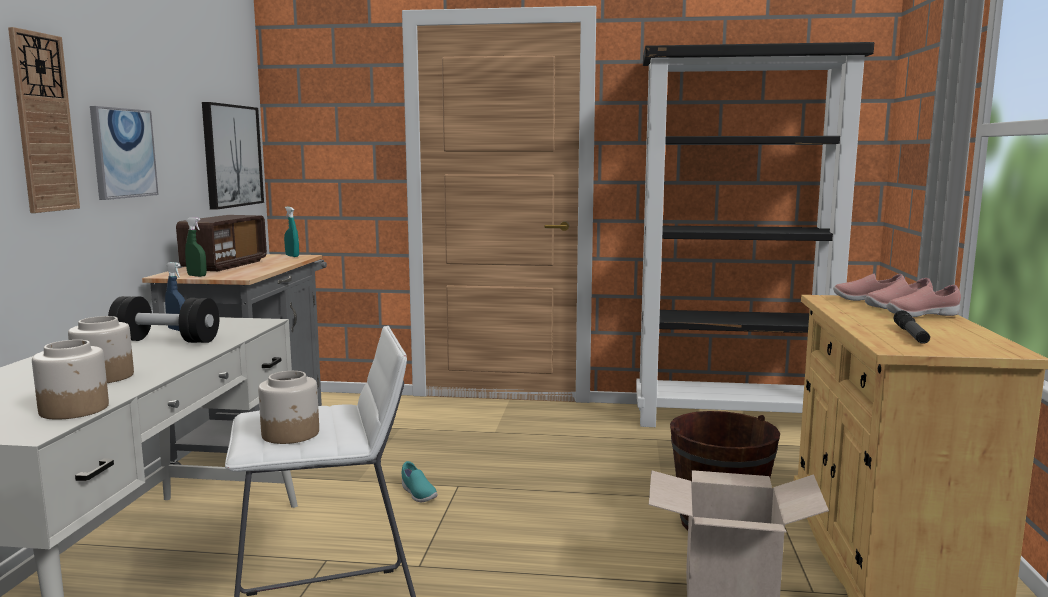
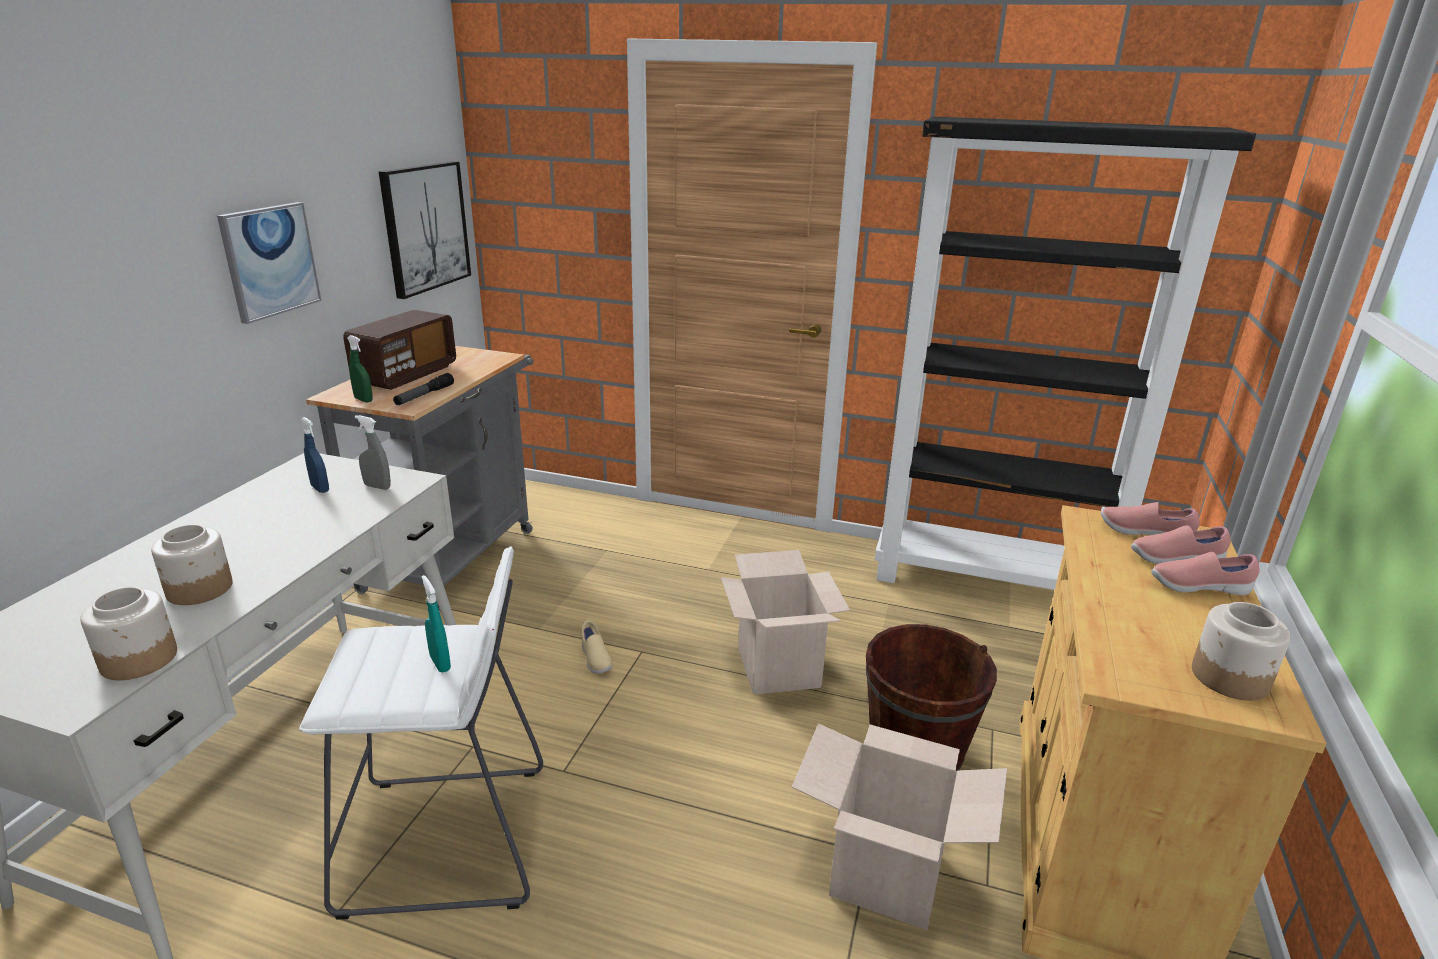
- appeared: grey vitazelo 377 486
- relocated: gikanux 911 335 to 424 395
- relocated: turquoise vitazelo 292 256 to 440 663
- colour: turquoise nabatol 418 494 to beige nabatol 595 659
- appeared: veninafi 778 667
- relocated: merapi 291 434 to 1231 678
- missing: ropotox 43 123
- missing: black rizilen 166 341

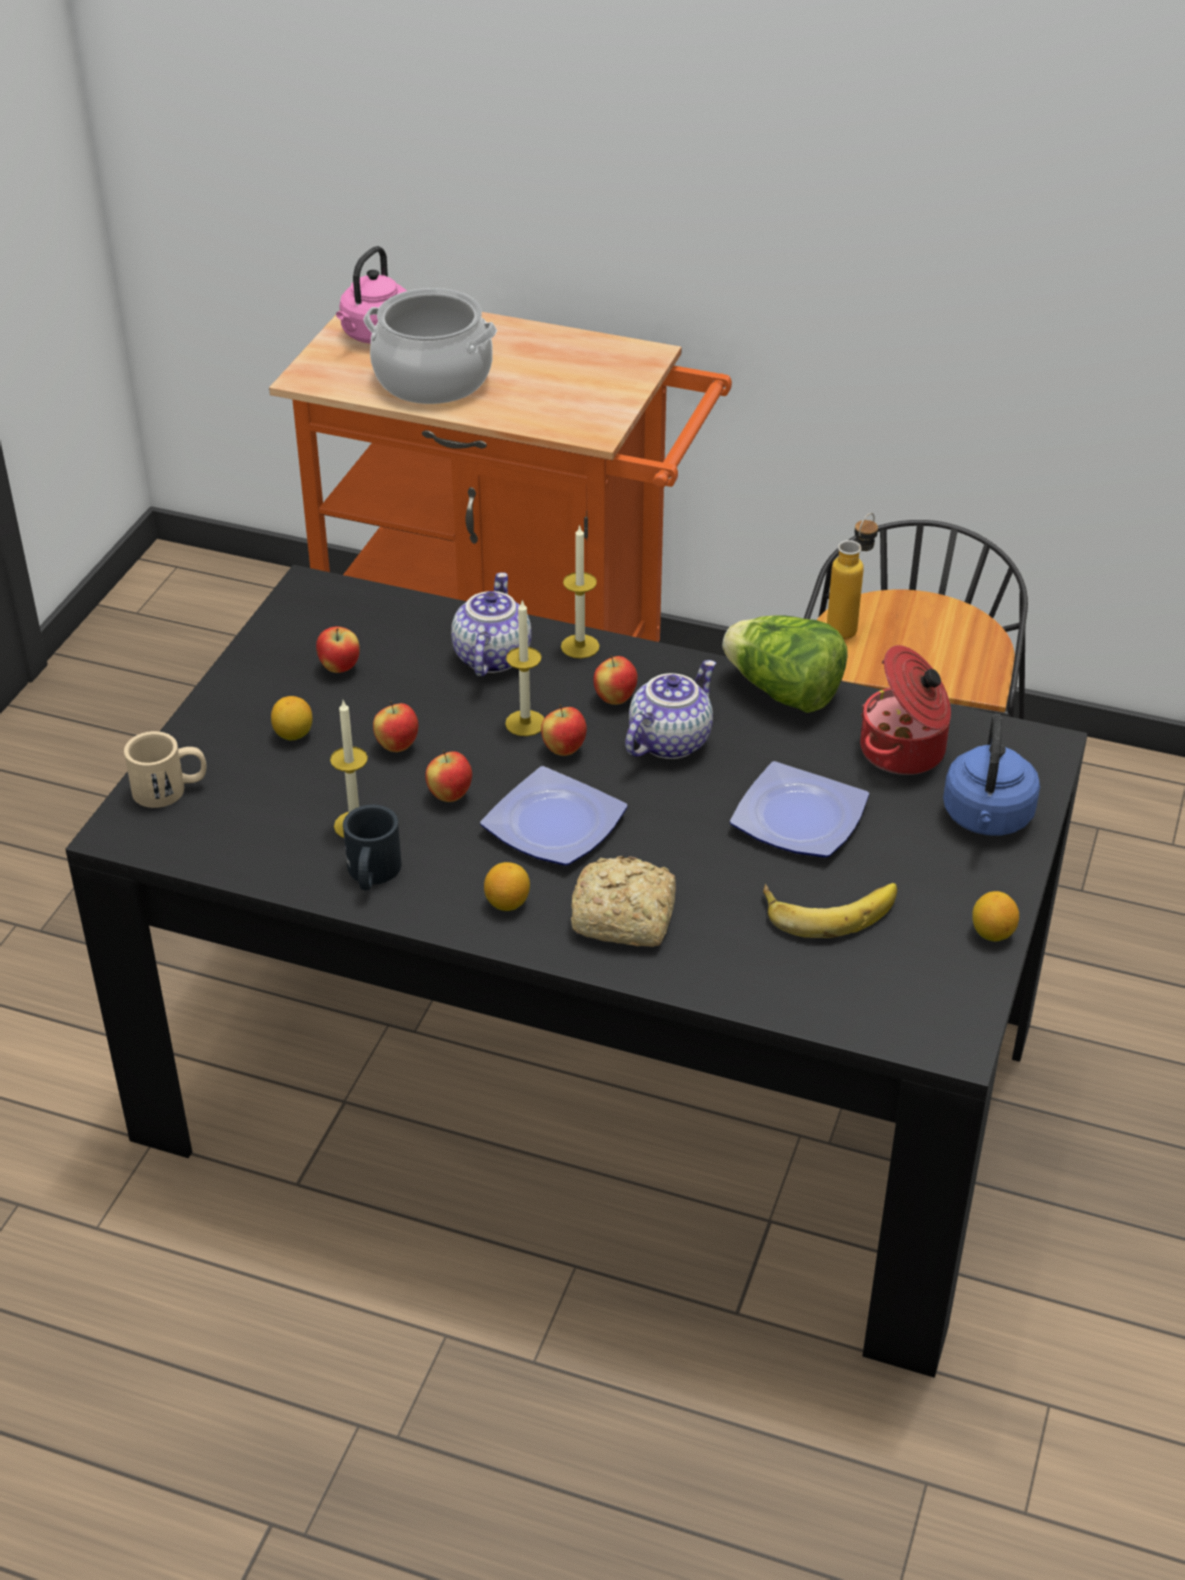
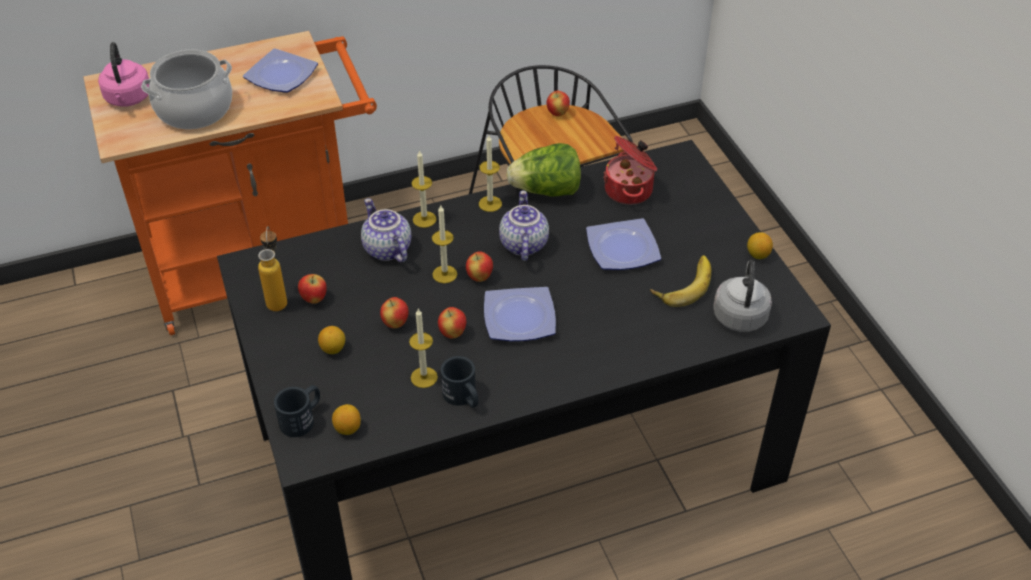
- appeared: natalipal 281 76
- relocated: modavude 848 625 to 278 298
- colour: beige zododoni 170 789 to black zododoni 302 418
- relocated: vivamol 507 903 to 347 428
- appeared: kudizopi 490 204
- relocated: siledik 615 699 to 557 113
- appeared: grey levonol 740 314
- missing: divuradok 626 918
- missing: blue levonol 987 819

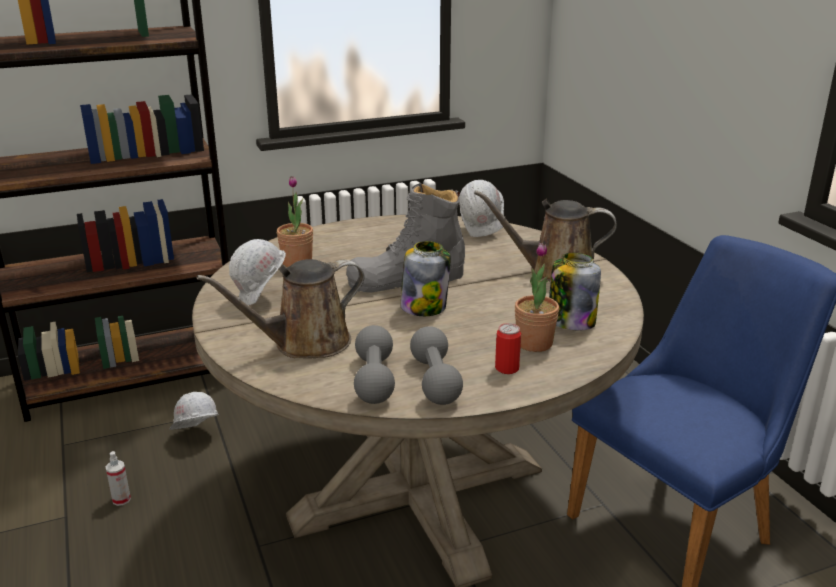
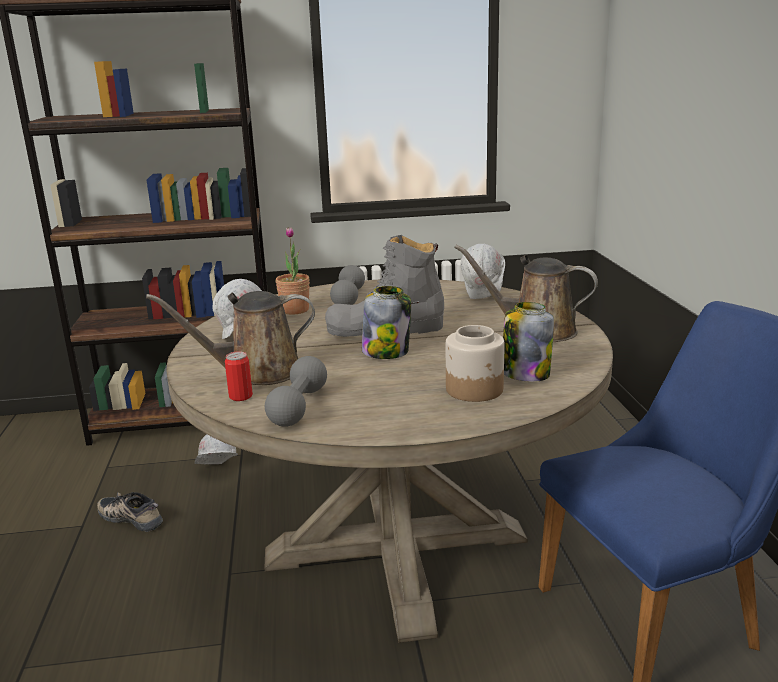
- exchanged: vitazelo 121 499 to nabatol 132 517
- relocated: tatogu 507 368 to 240 396
- relocated: grey rizilen 435 380 to 348 298
- exchanged: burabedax 534 343 to merapi 475 390

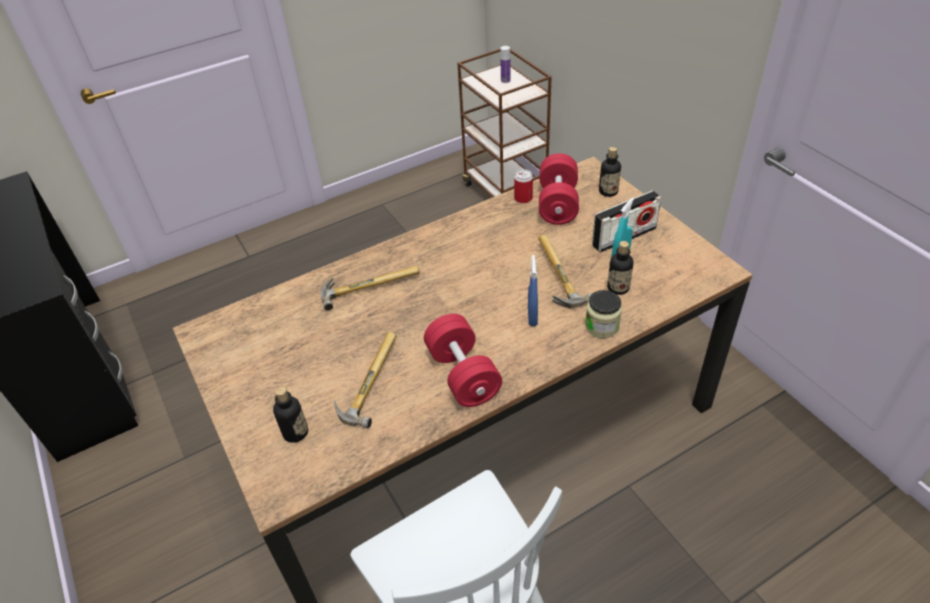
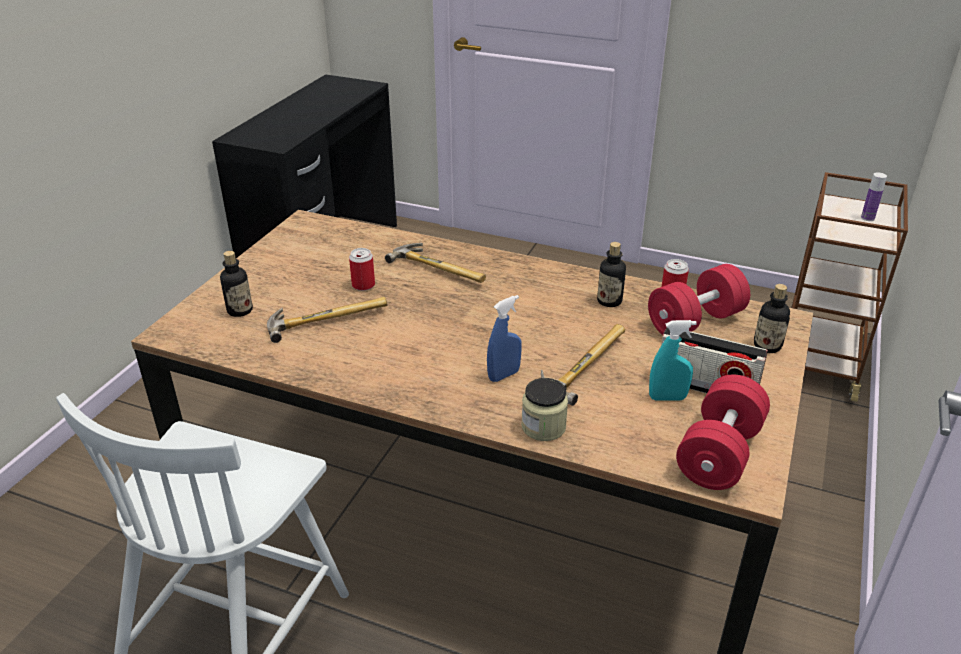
- appeared: tatogu 363 285
- relocated: modavude 618 288 to 609 301
- relocated: red rizilen 463 375 to 719 453

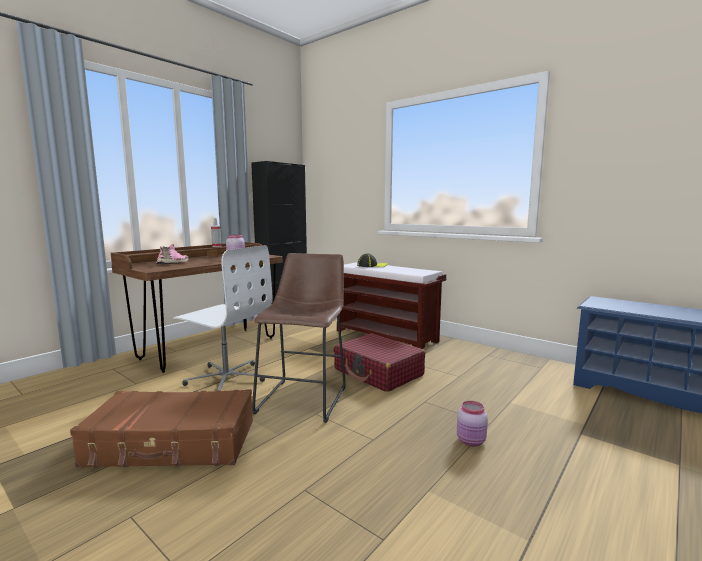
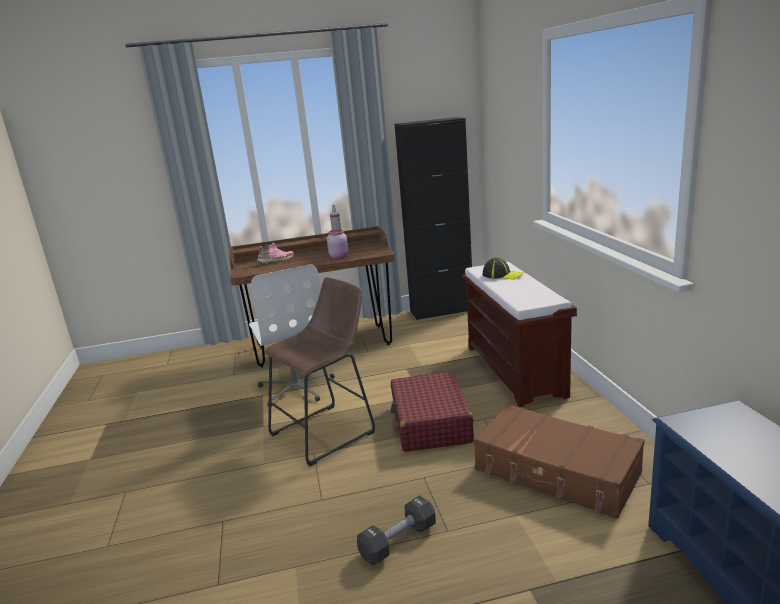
- exchanged: pink merapi 471 441 to black rizilen 398 541
- relocated: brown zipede 172 443 to 556 472

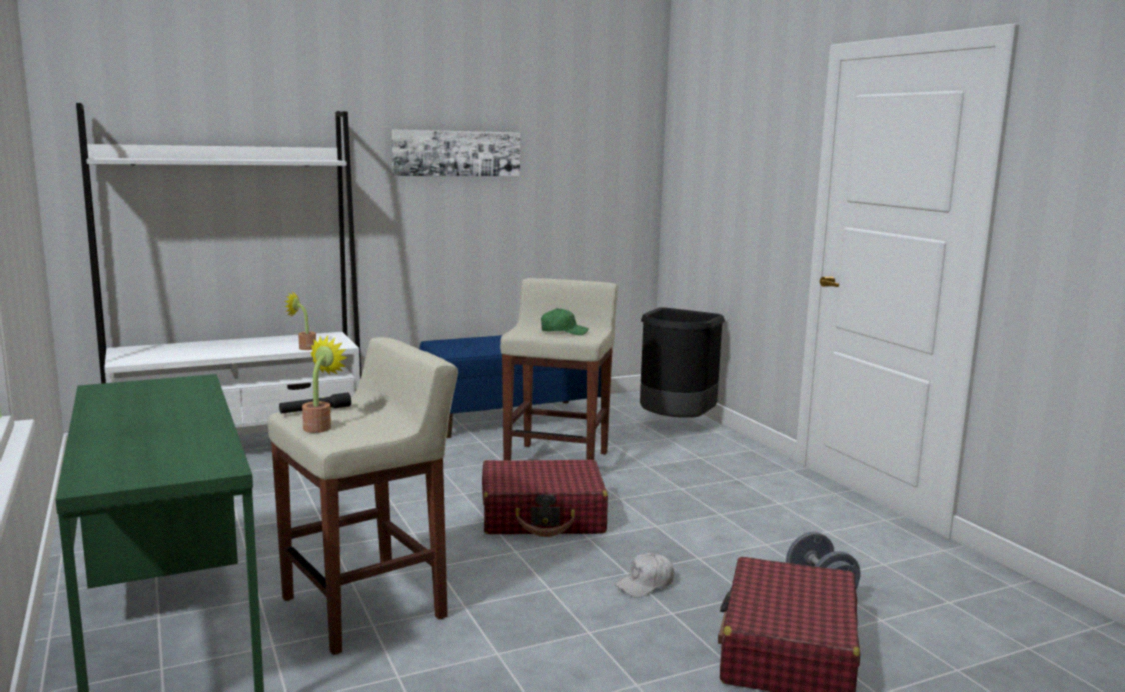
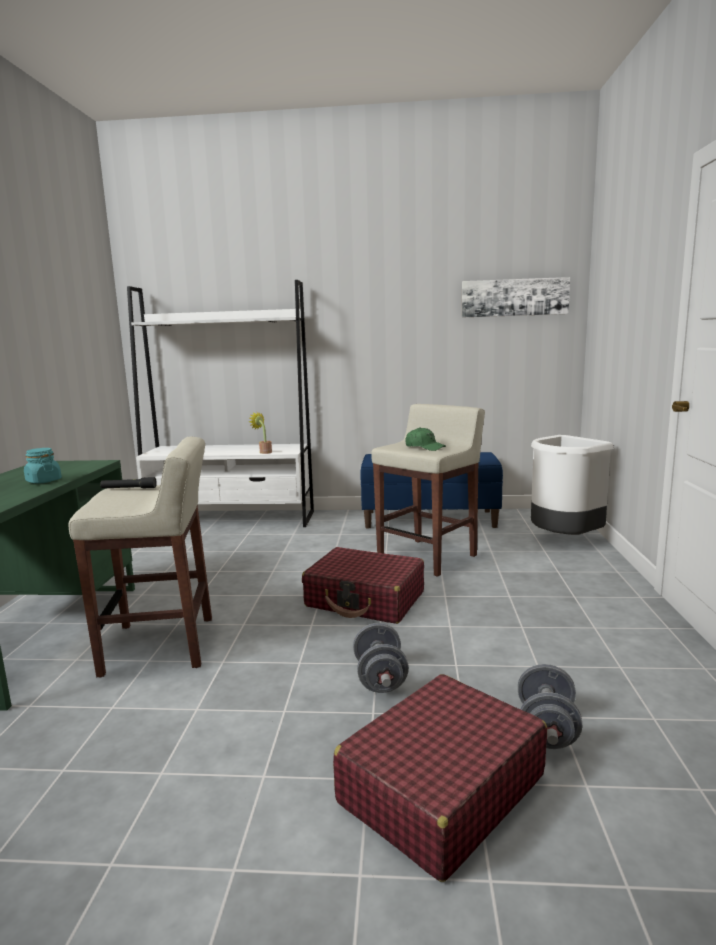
- appeared: turquoise merapi 43 481
- exchanged: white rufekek 645 584 to grey rizilen 380 679
- relocated: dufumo 456 153 to 514 297
- colour: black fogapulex 675 425 to white fogapulex 563 540
- missing: burabedax 320 426

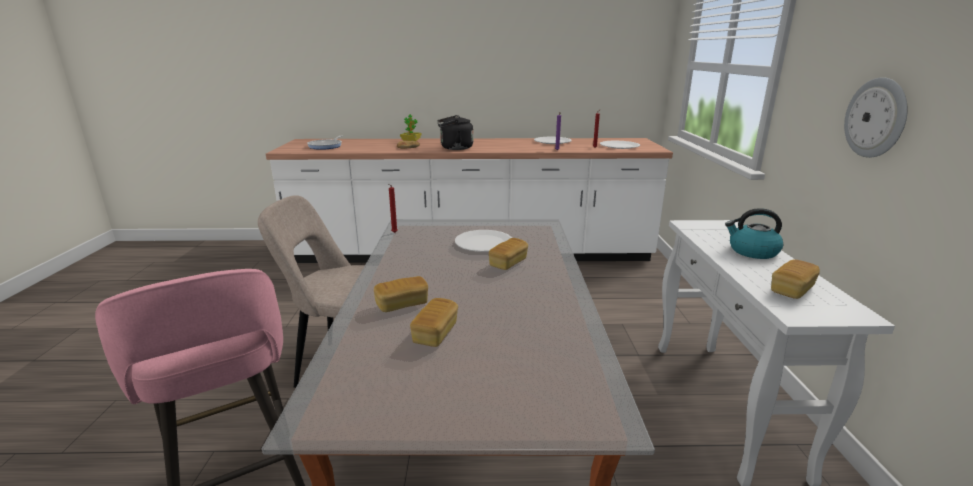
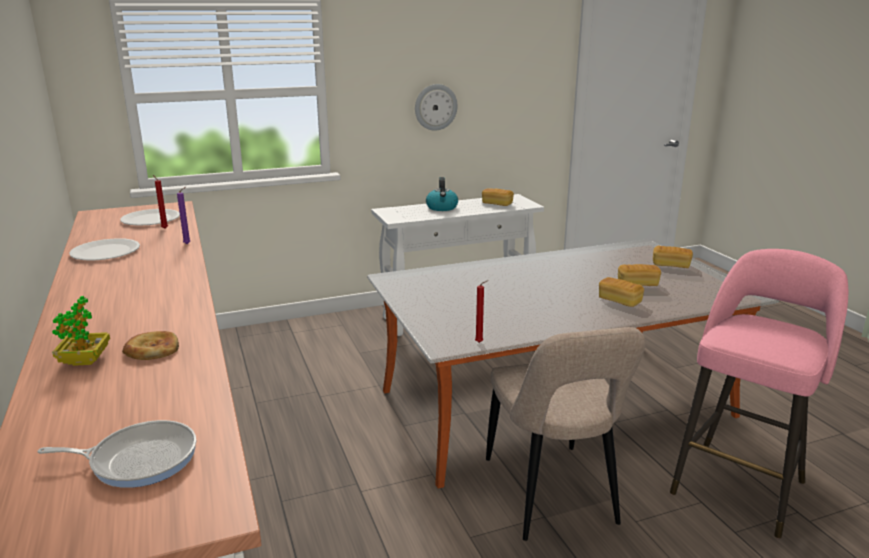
- relocated: divuradok 508 263 to 671 265
- missing: black levonol 454 148
- missing: white natalipal 483 242

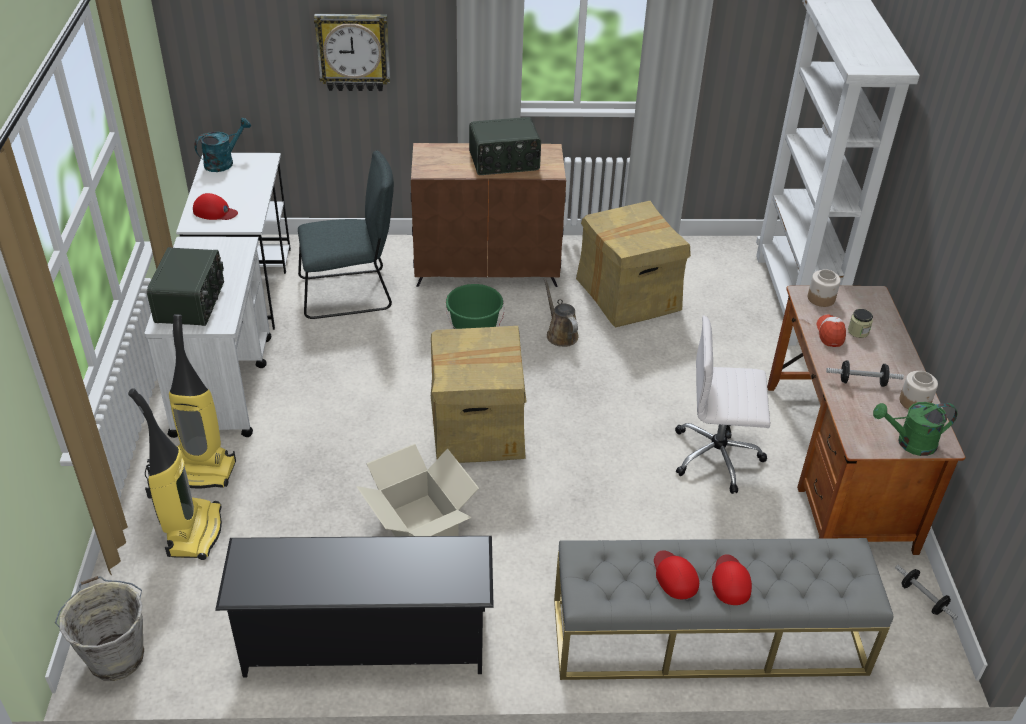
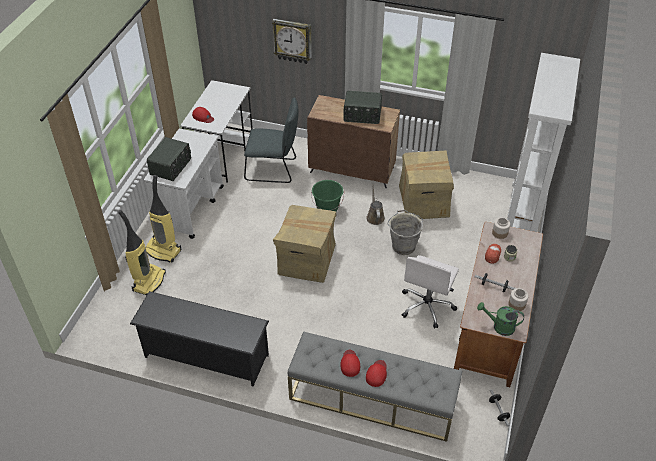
- relocated: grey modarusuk 116 656 to 403 246
- spun: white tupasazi 718 456 = 427 306 90 degrees counterclockwise
- missing: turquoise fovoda 223 162
- missing: veninafi 420 525

